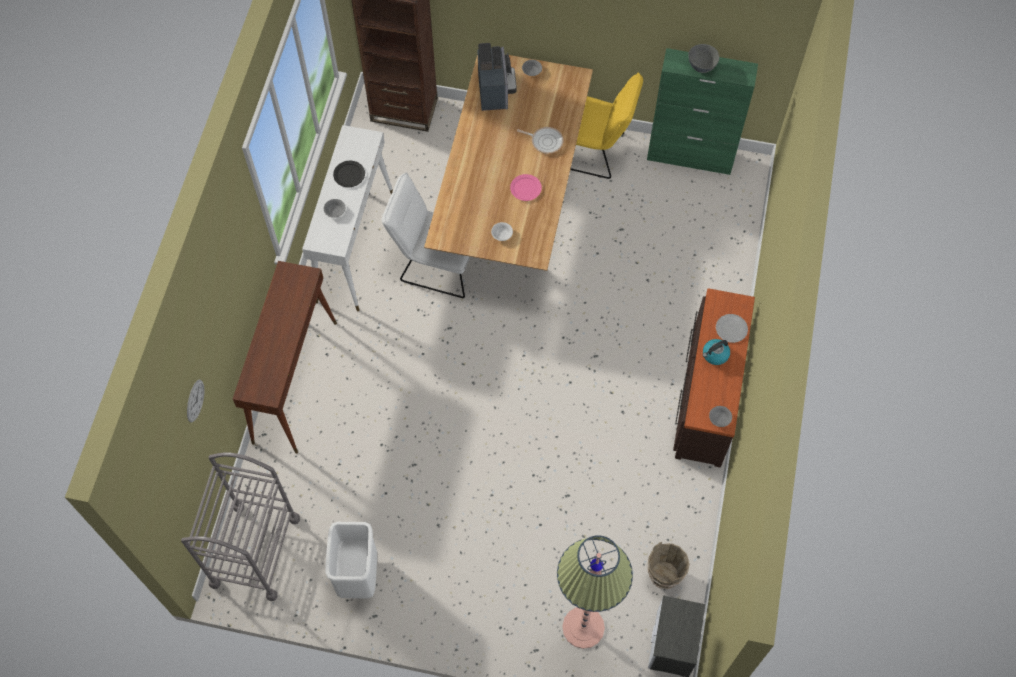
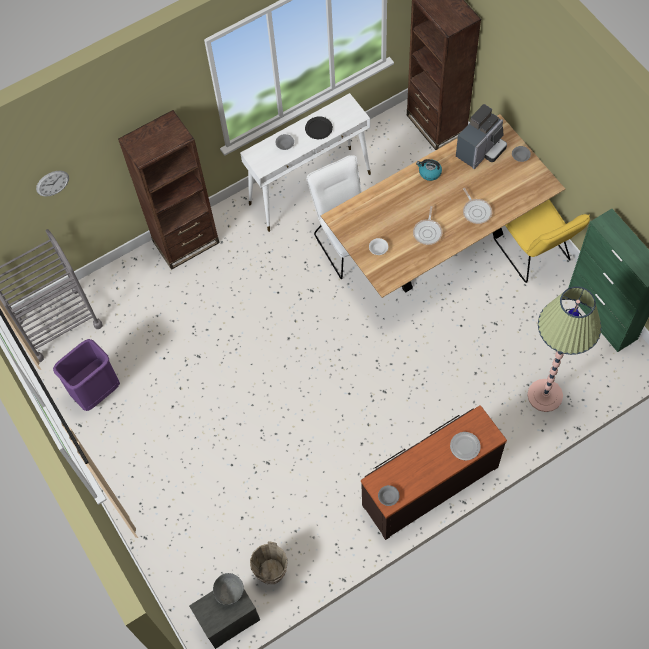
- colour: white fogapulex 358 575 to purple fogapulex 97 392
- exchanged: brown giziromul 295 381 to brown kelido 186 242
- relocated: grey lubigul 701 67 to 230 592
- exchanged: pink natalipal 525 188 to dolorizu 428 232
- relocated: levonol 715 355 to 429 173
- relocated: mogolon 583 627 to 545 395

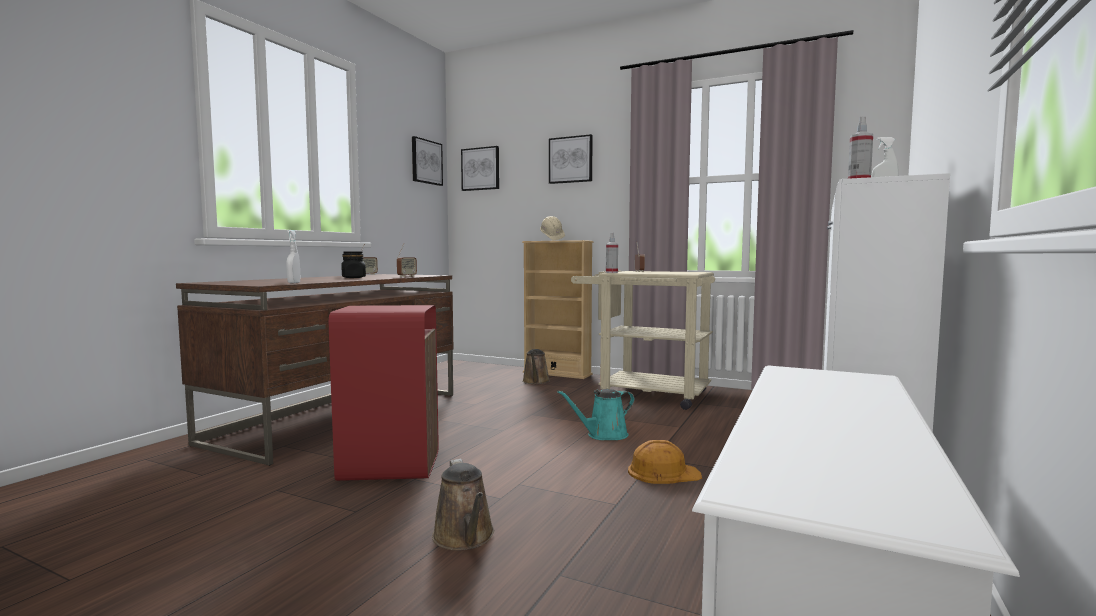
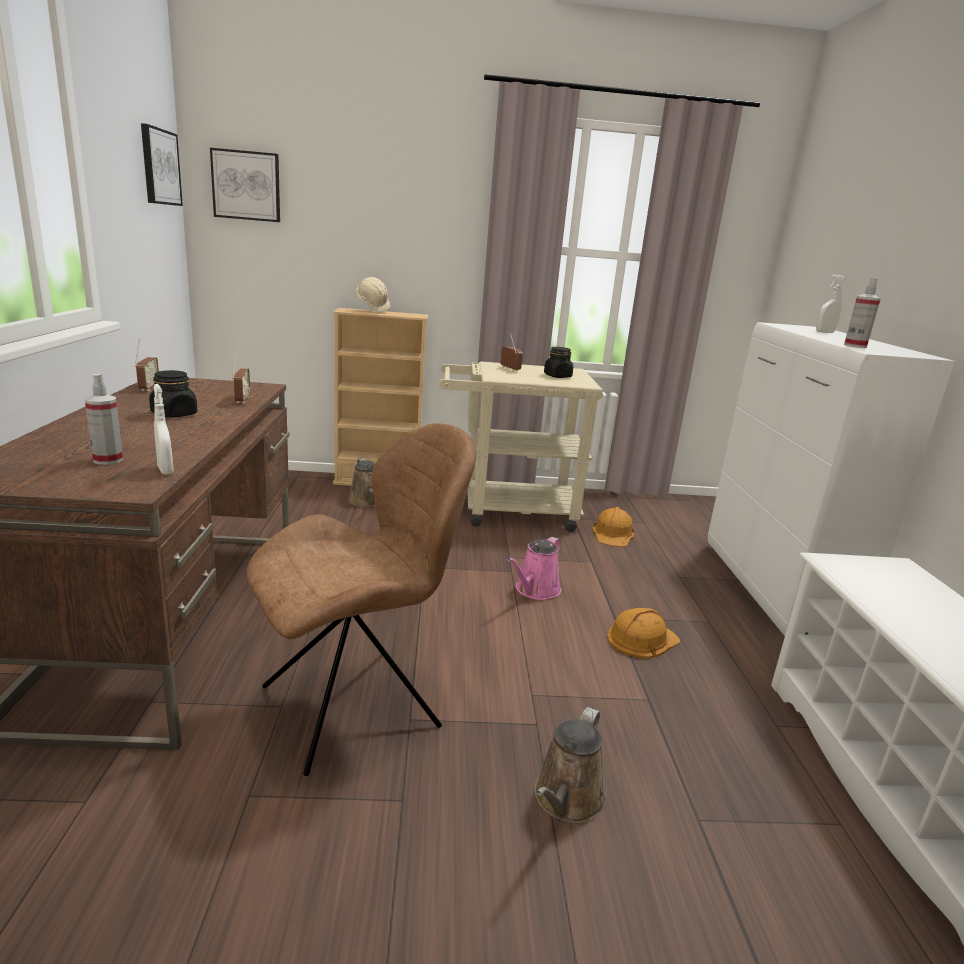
- relocated: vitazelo 611 272 to 108 460
- exchanged: red fogapulex 391 467 to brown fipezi 357 705
- colour: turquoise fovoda 603 435 to pink fovoda 535 590
- spun: brown fovoda 465 538 = 566 800 75 degrees clockwise
- appeared: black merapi 557 376
- appeared: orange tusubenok 613 533
- missing: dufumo 571 160

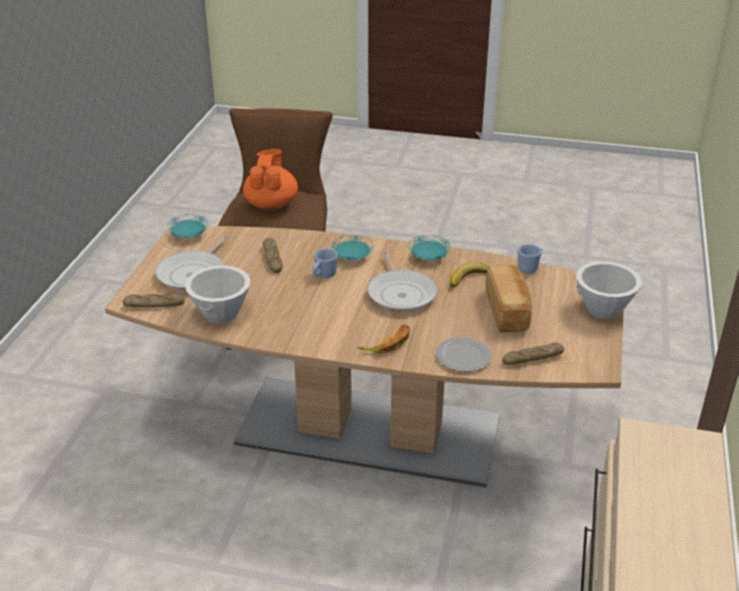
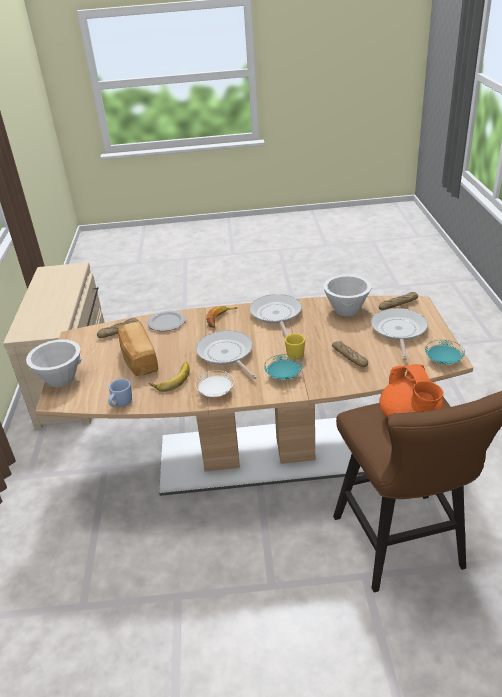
- colour: turquoise natalipal 428 257 to white natalipal 216 392
- appeared: dolorizu 276 315
- colour: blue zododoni 323 276 to yellow zododoni 296 353

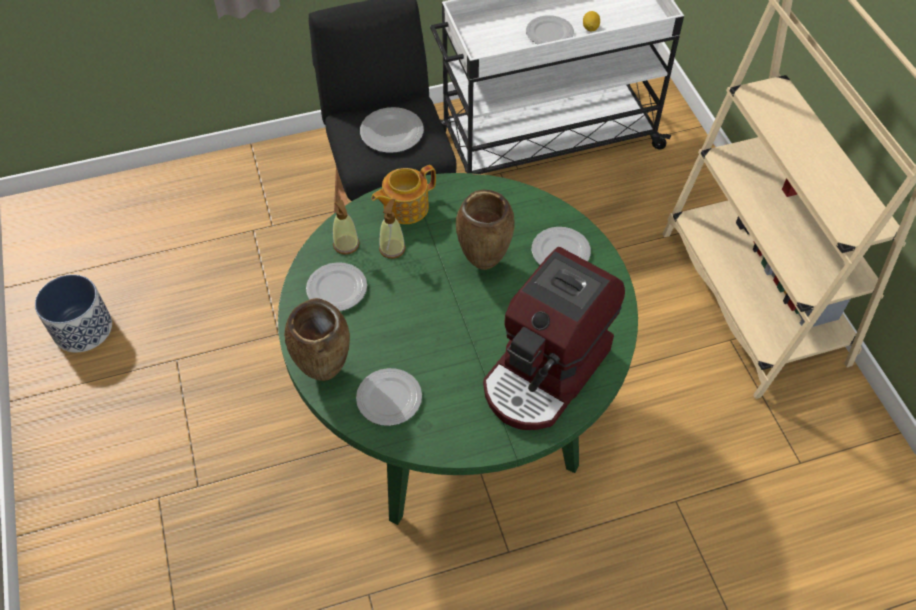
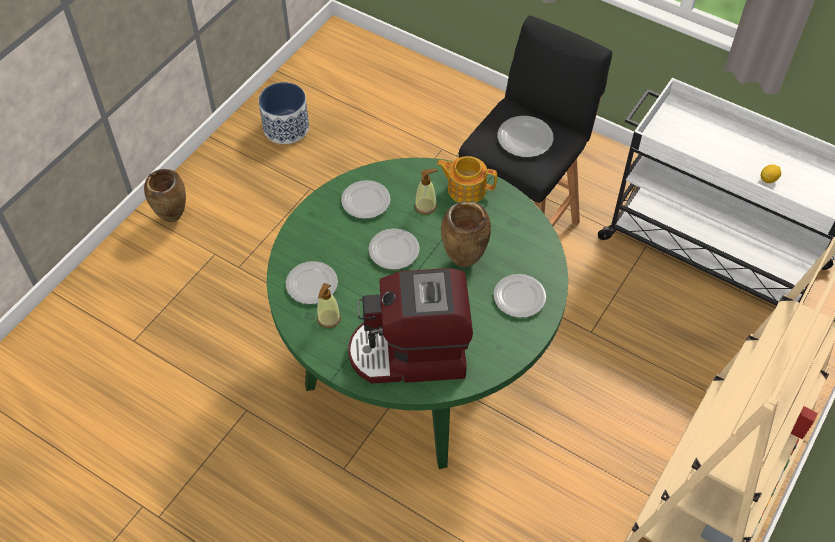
- relocated: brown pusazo 326 373 to 173 219
- relocated: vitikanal 346 245 to 328 318
- relocated: natalipal 549 33 to 394 250

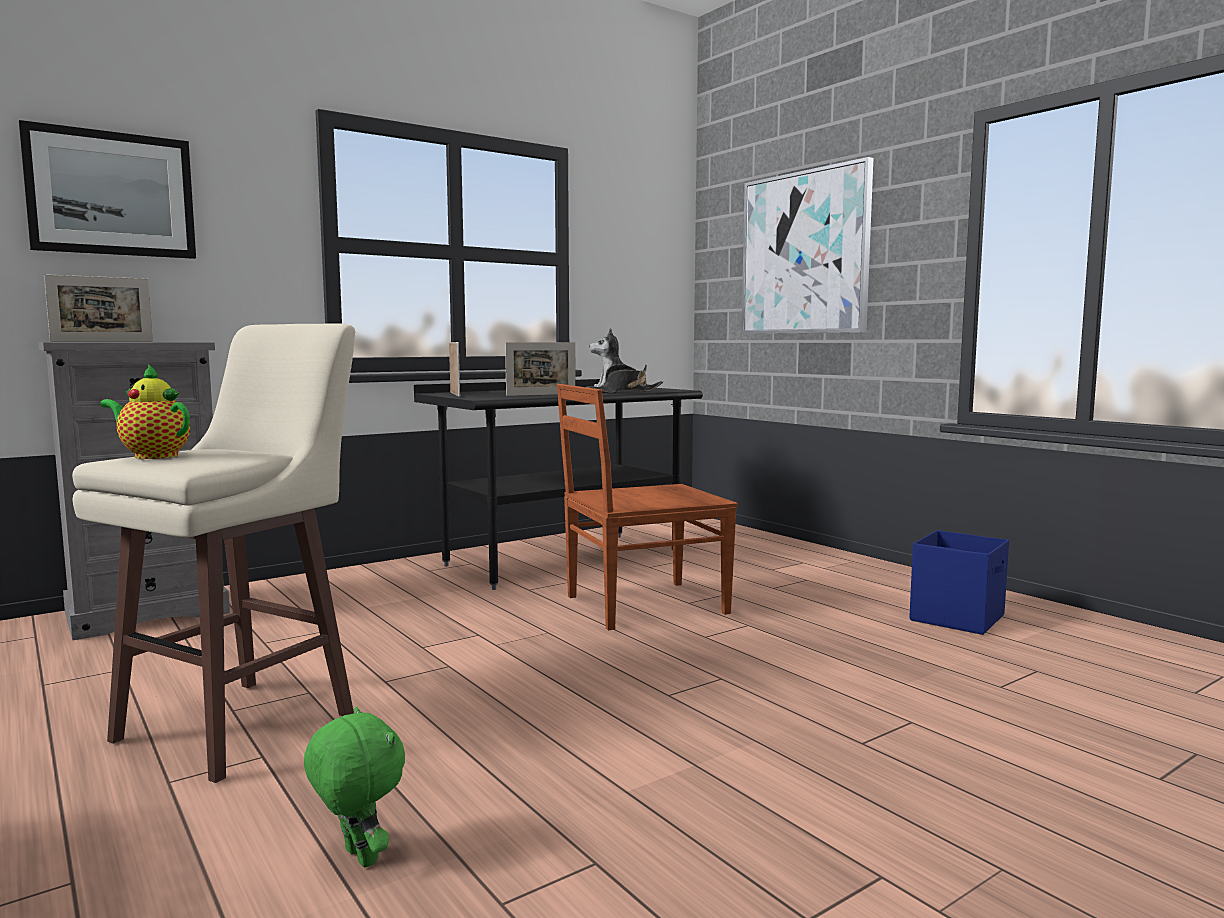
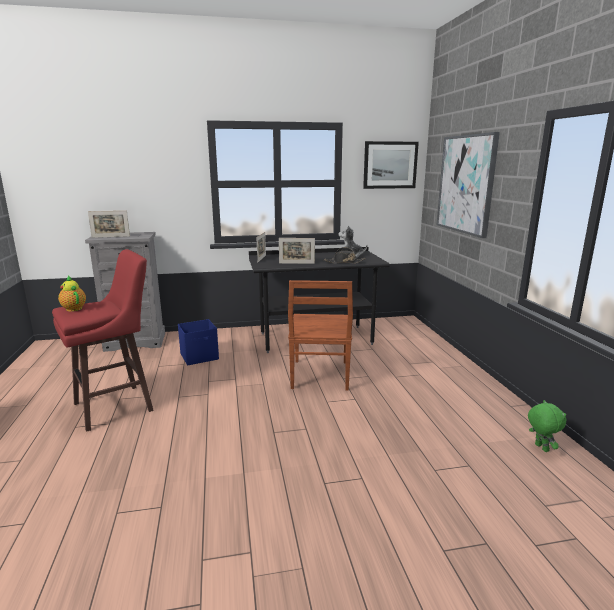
- colour: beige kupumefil 243 725 to red kupumefil 116 407
- relocated: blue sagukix 958 618 to 200 357
- spun: brown fipezi 642 605 = 320 375 90 degrees counterclockwise
- relocated: dufumo 111 194 to 390 165
- relocated: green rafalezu 357 857 to 540 448

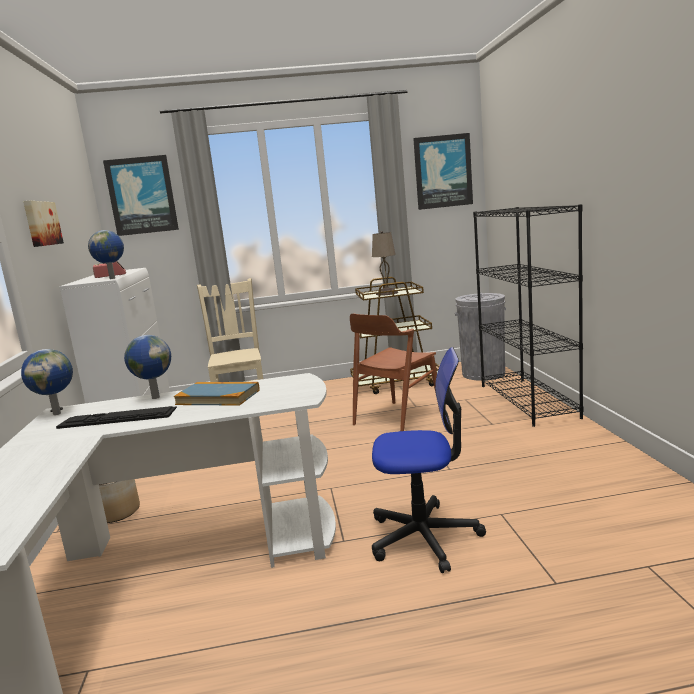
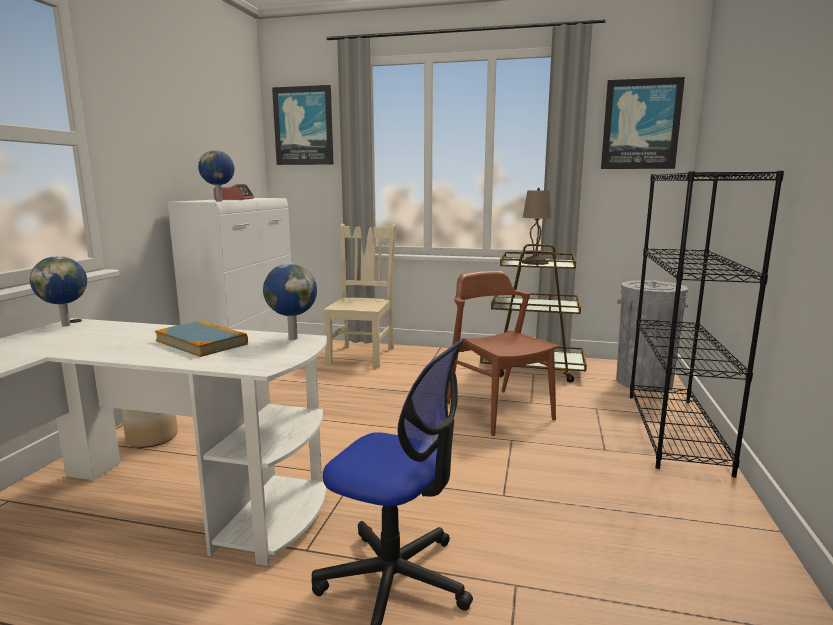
- relocated: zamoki 155 397 to 292 338
- spun: brown fipezi 397 418 = 498 411 90 degrees clockwise
- missing: dufumo 41 223
- missing: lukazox 118 417

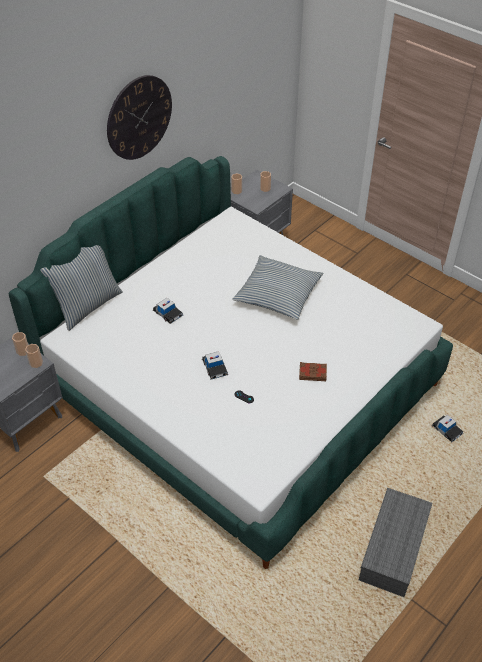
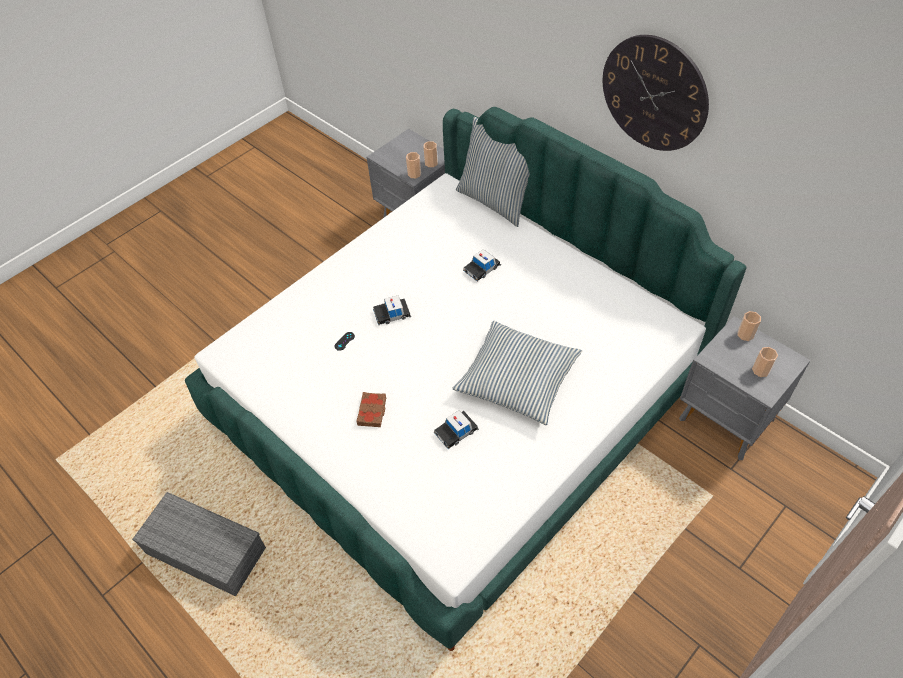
- relocated: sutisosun 447 430 to 456 432

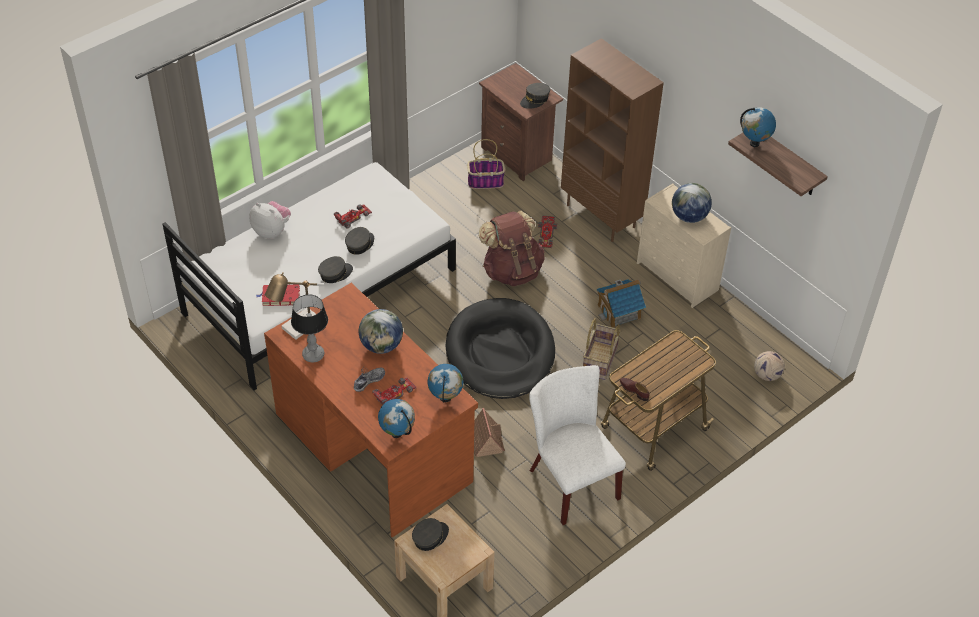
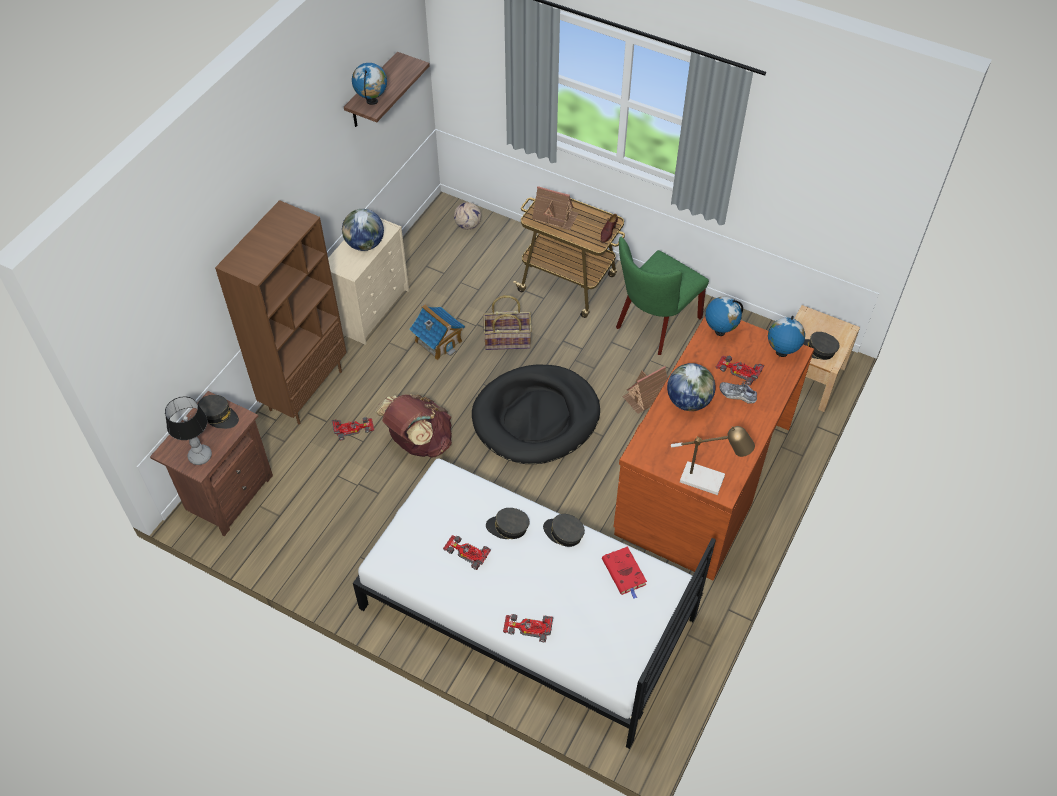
- relocated: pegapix 313 355 to 200 456
- exchanged: rafalezu 272 231 to sutisosun 528 627
- appeared: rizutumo 555 216
- colour: white fipezi 569 480 to green fipezi 654 325
- missing: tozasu 486 181

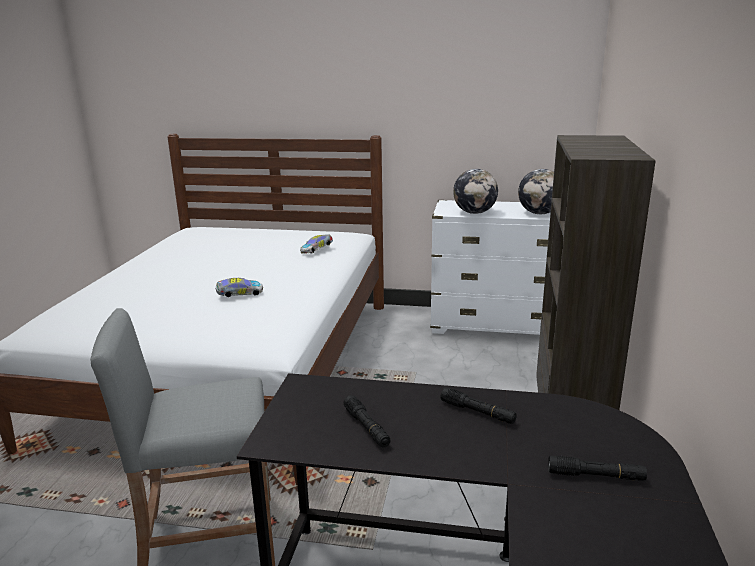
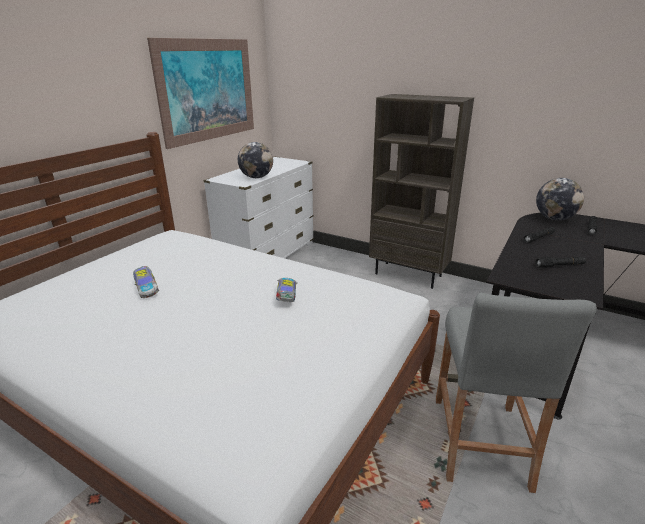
- relocated: sutisosun 317 250 to 146 288
- appeared: dufumo 208 90
- relocated: zamoki 539 213 to 554 218

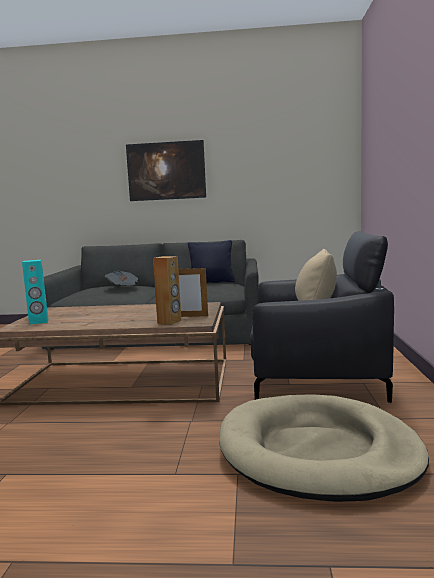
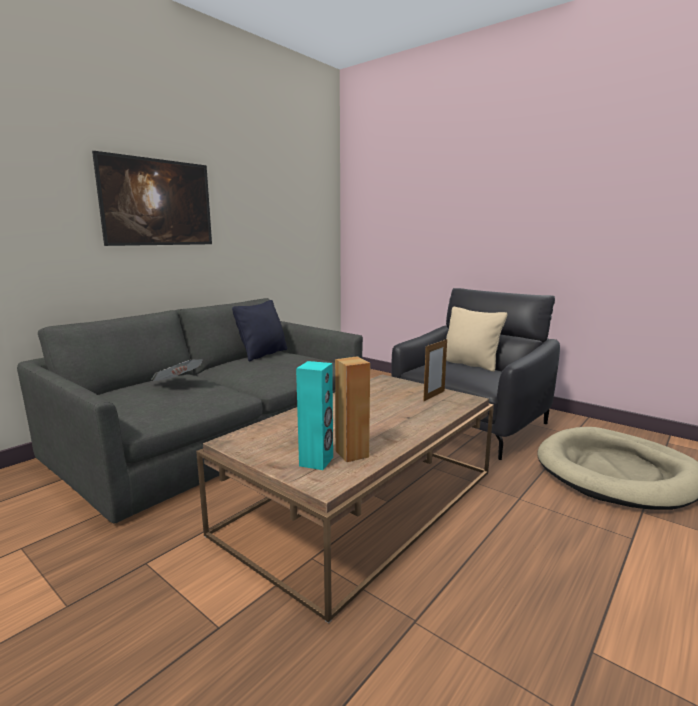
- relocated: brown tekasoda 169 322 to 352 454

